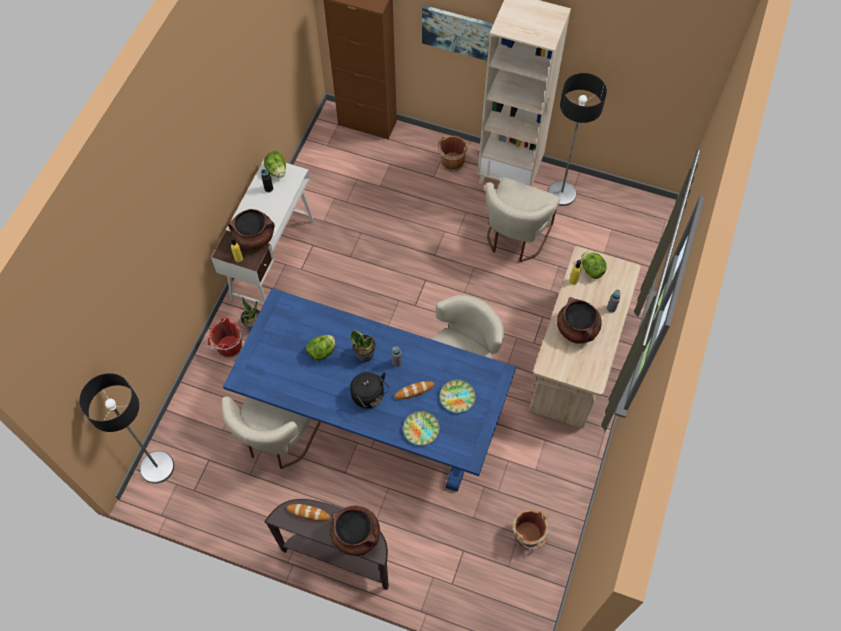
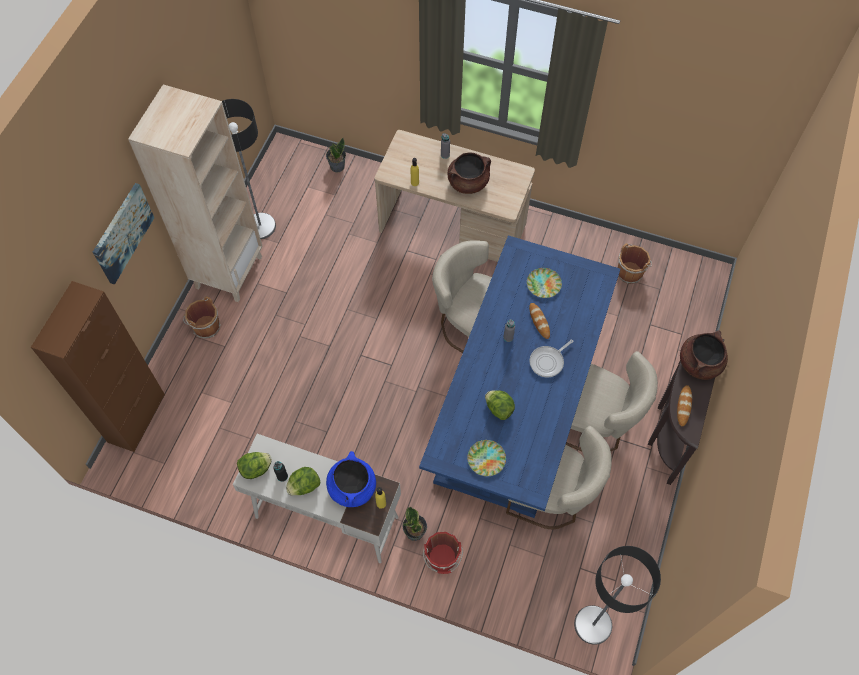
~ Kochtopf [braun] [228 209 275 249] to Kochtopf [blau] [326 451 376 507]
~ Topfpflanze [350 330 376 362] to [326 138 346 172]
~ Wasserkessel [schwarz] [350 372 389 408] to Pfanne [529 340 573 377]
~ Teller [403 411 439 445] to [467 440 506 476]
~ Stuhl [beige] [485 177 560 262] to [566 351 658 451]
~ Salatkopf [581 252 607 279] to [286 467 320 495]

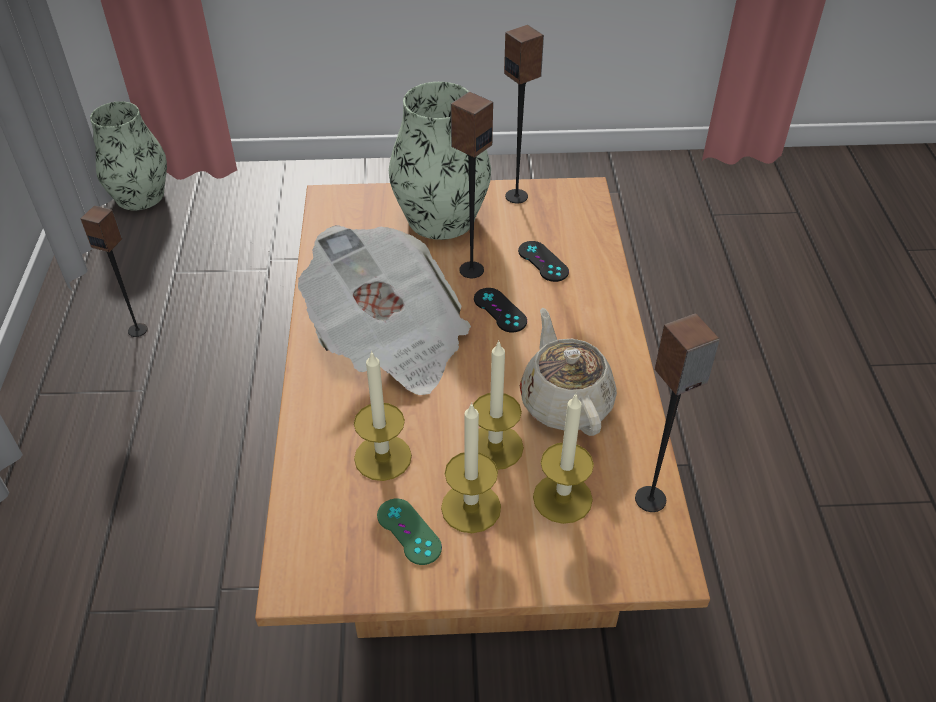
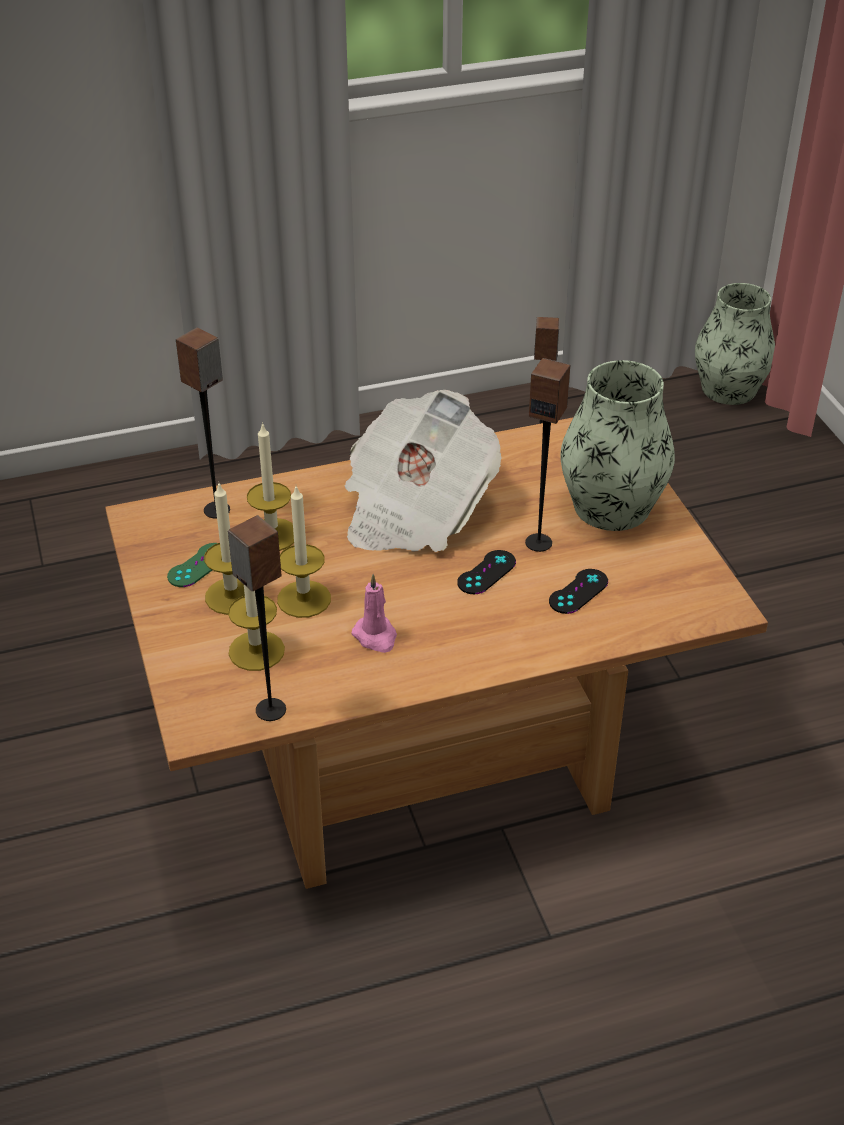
~ Lautsprecher [504 25 544 203] to [176 327 230 519]
~ Teekanne [beige] [520 308 617 436] to Kerze [rosa] [352 574 397 653]

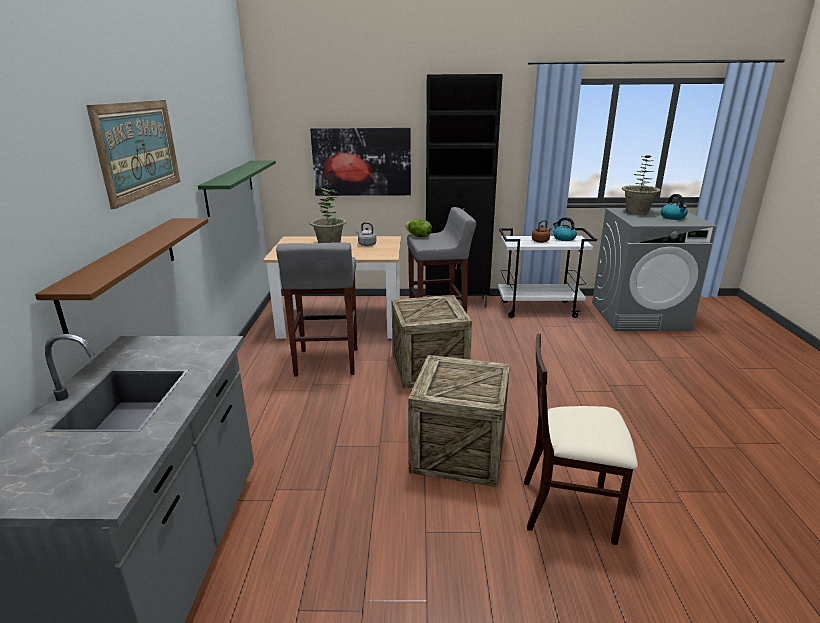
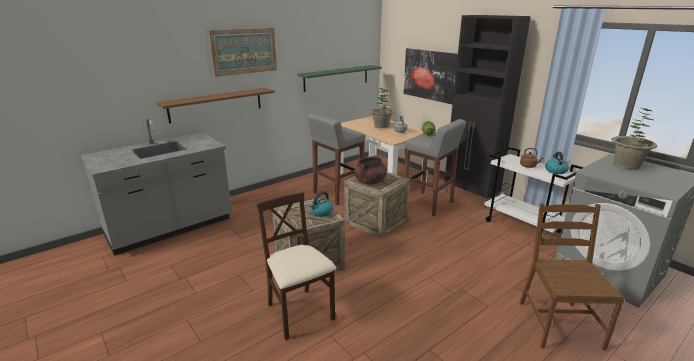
~ Wasserkessel [661 194 688 220] to [310 191 333 217]
+ Kochtopf [braun] [354 156 387 184]
+ Stuhl [braun] [519 203 625 351]

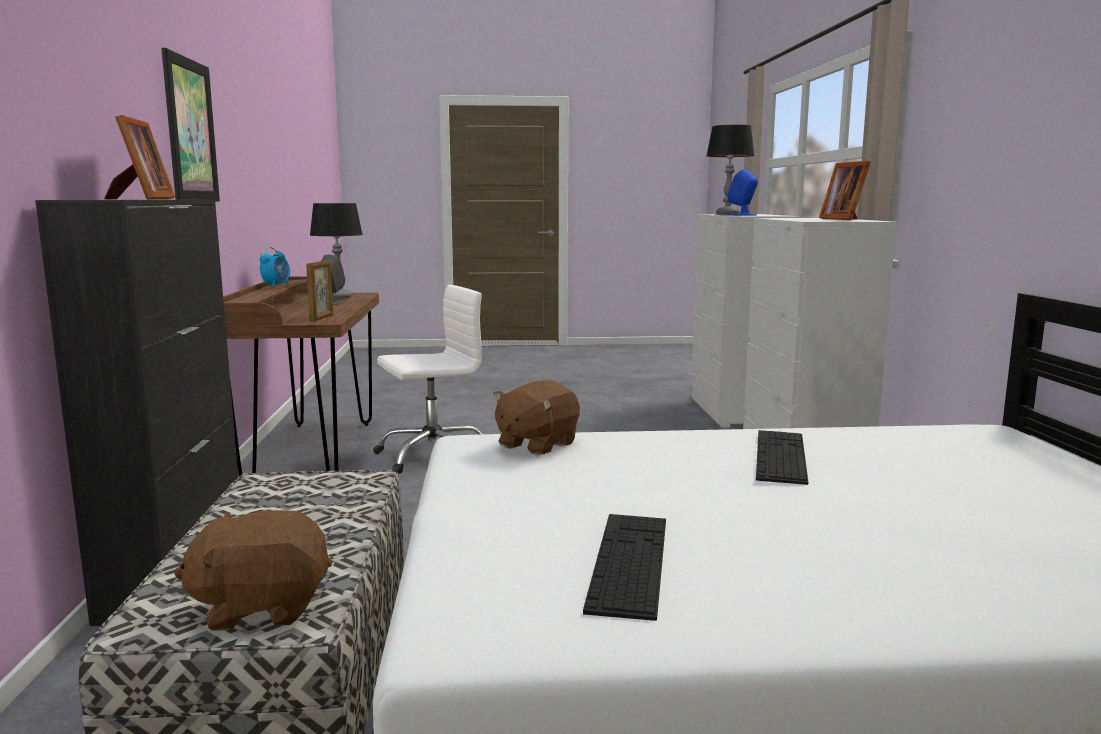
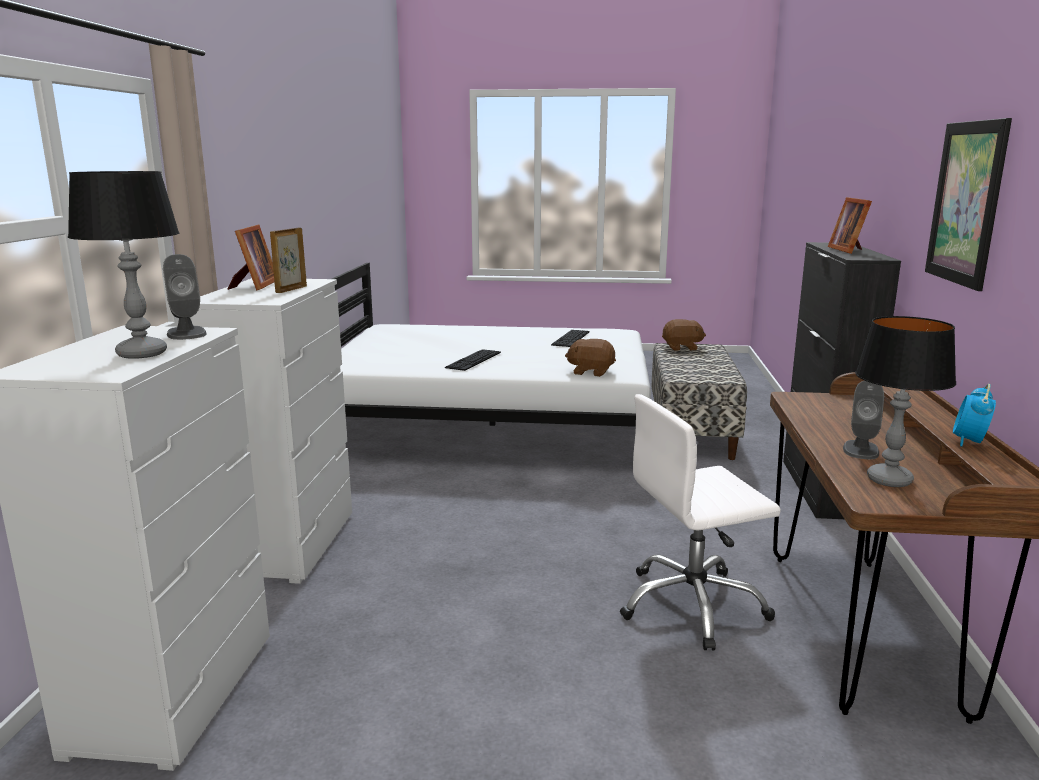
~ Bilderrahmen [306 261 333 321] to [270 228 307 293]
~ Plüschtier [braun] [493 380 580 455] = [565 339 616 377] 120 degrees counterclockwise
~ Lautsprecher [blau] [728 169 758 216] to Lautsprecher [grau] [163 254 207 340]

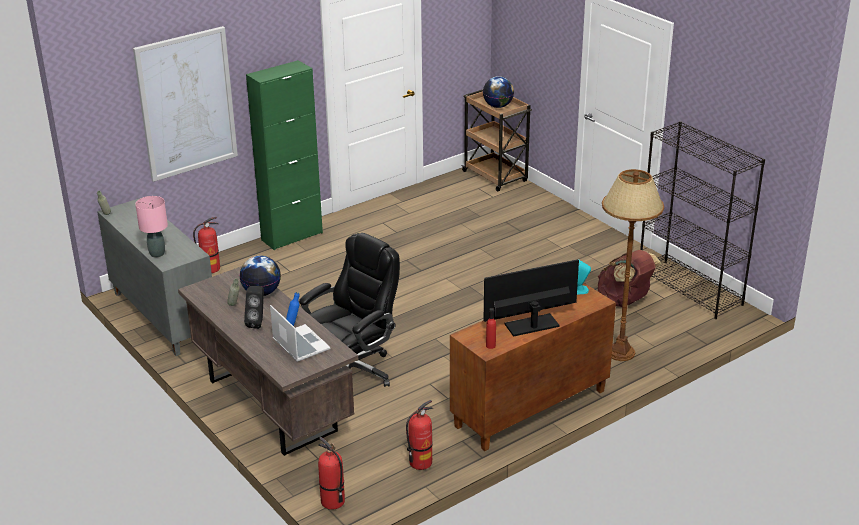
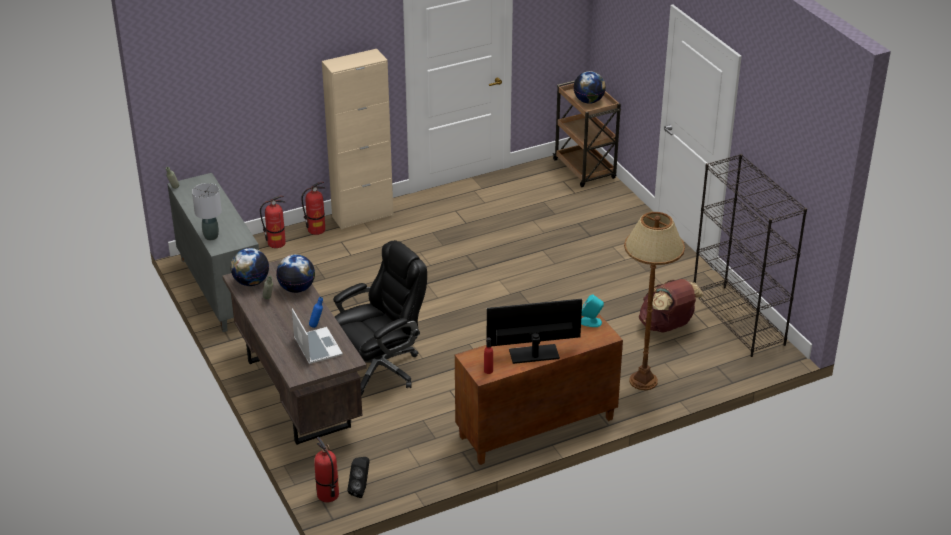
- Bild [133 26 238 182]
~ Tischlampe [rosa] [135 196 168 257] to Tischlampe [grau] [192 183 222 240]
~ Lautsprecher [schwarz] [244 286 264 329] to [348 457 370 498]
~ Schrank [grün] [246 60 323 250] to Schrank [beige] [322 49 394 230]
~ Feuerlöscher [406 400 433 470] to [301 181 325 235]
+ Globus [230 248 269 286]

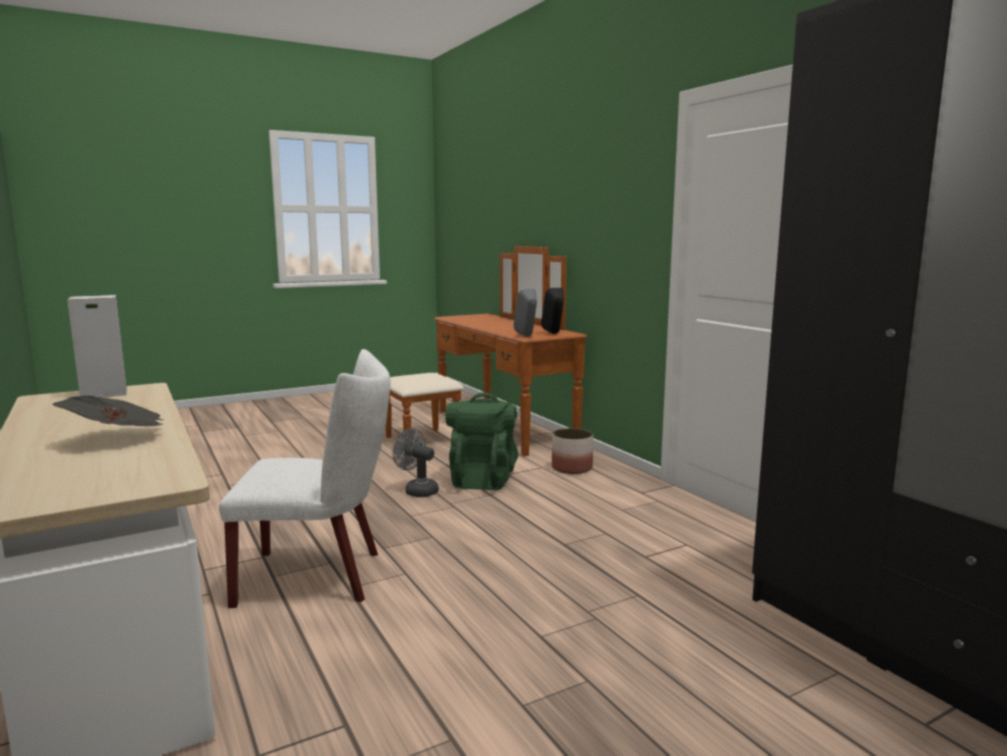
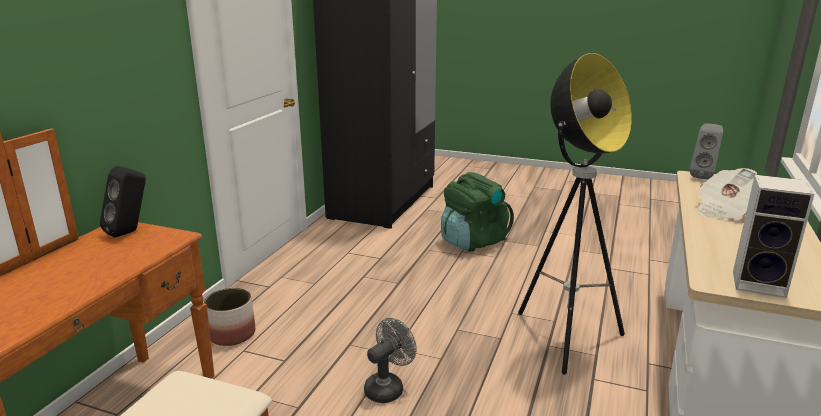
~ Stuhl [weiß] [219 349 391 608] to Stehlampe [518 53 632 375]
~ Ventilator [grau] [392 428 439 497] = [364 318 417 403] 135 degrees counterclockwise
~ Rucksack [grün] [445 392 518 490] to [441 172 514 252]
~ Lautsprecher [grau] [513 289 537 337] to [690 124 723 179]

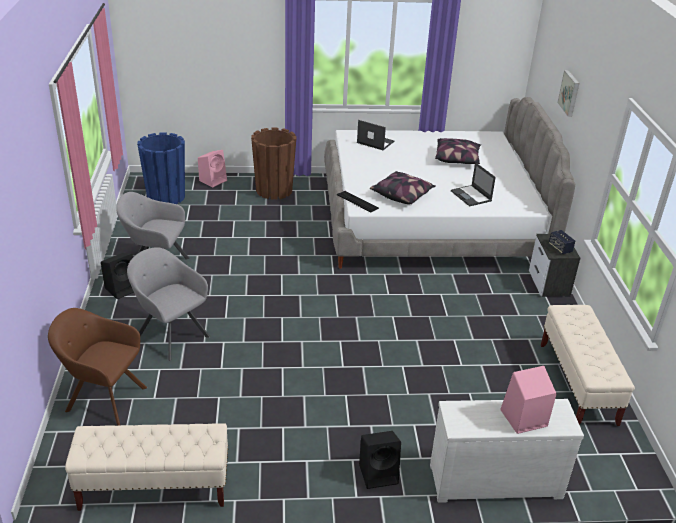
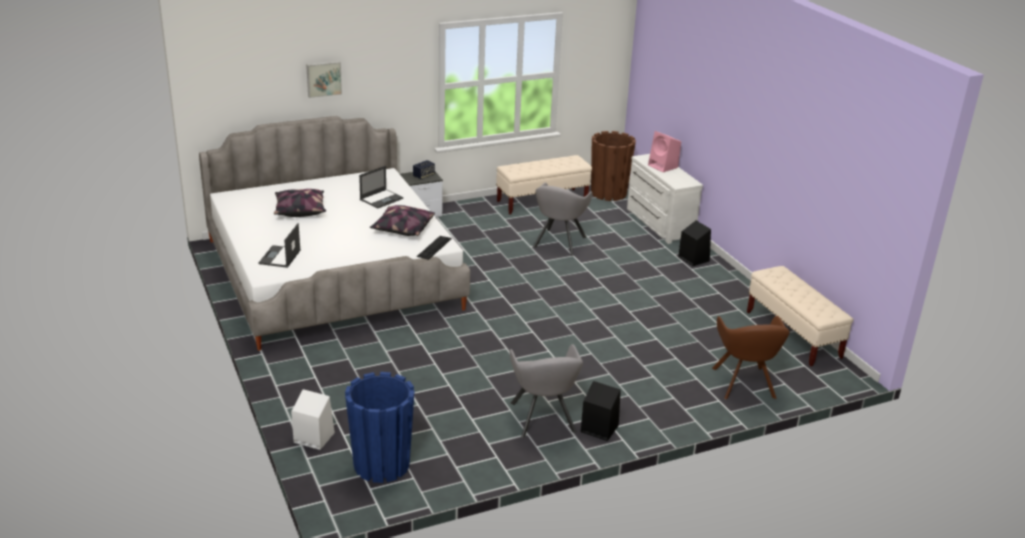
~ Sessel [grau] [127 247 210 361] to [533 183 593 256]
~ Lautsprecher [rosa] [198 150 227 187] to Lautsprecher [weiß] [291 389 335 450]
~ Pflanzkübel [braun] [251 127 296 200] to [591 131 636 201]

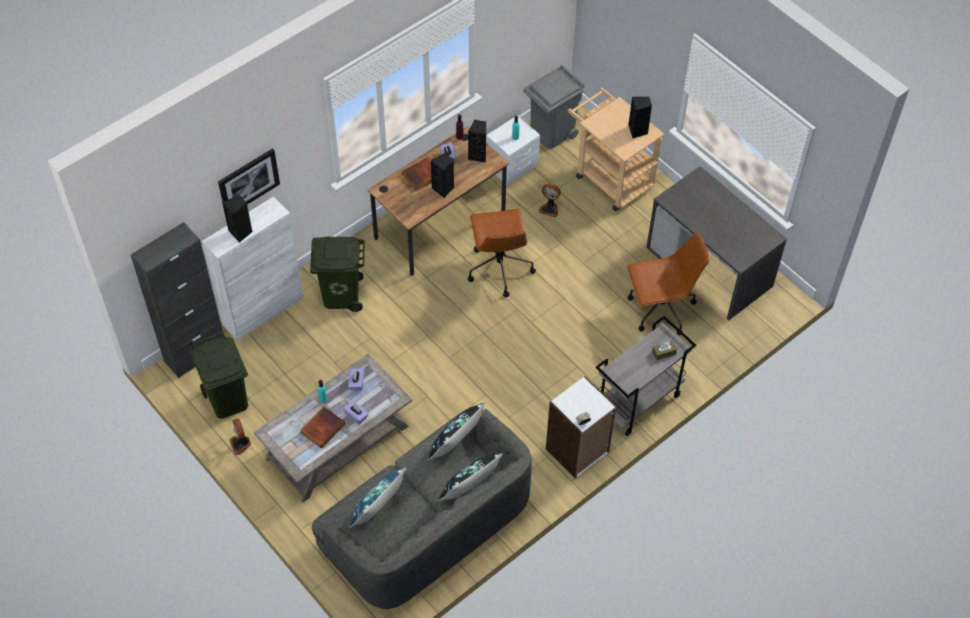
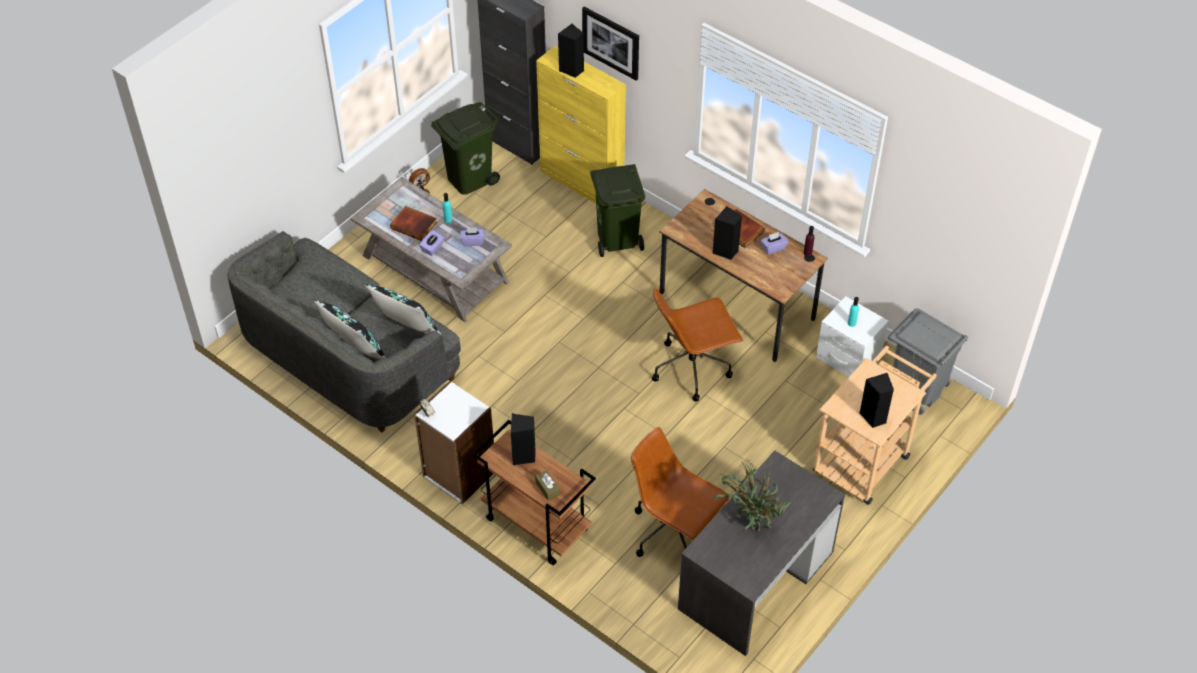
~ Schrank [weiß] [202 196 303 341] to Schrank [gelb] [536 46 626 203]
- Kissen [blau] [349 467 406 528]
~ Lautsprecher [schwarz] [468 120 486 162] to [511 413 536 465]
- Ventilator [538 183 561 217]
~ Rollwagen [grau] [596 316 696 436] to Rollwagen [braun] [472 420 596 565]
~ Bürostuhl [braun] [626 232 709 335] = [631 427 730 557] 150 degrees clockwise
+ Topfpflanze [714 459 791 532]

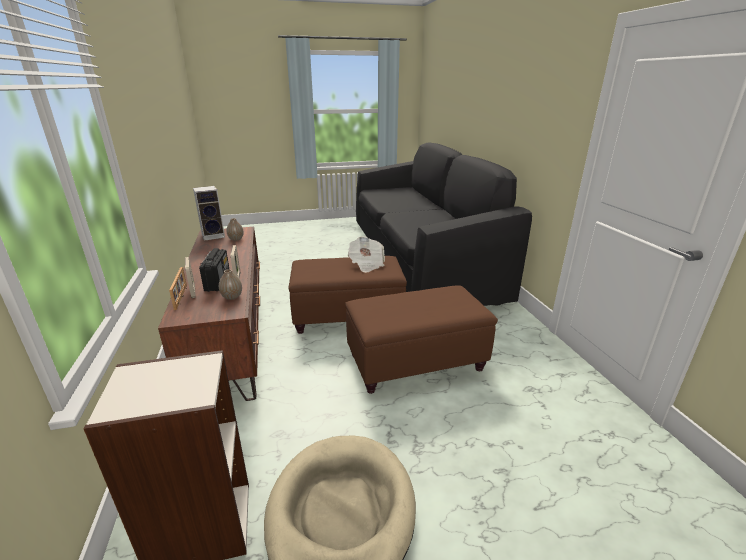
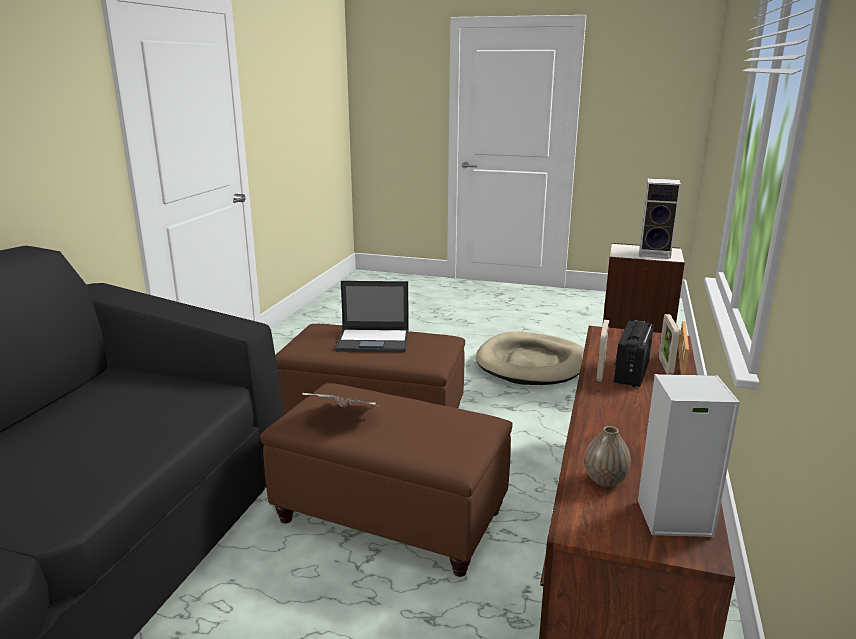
- Vase [219 269 242 300]
+ Laptop [335 281 409 352]
+ Lautsprecher [639 178 681 259]

